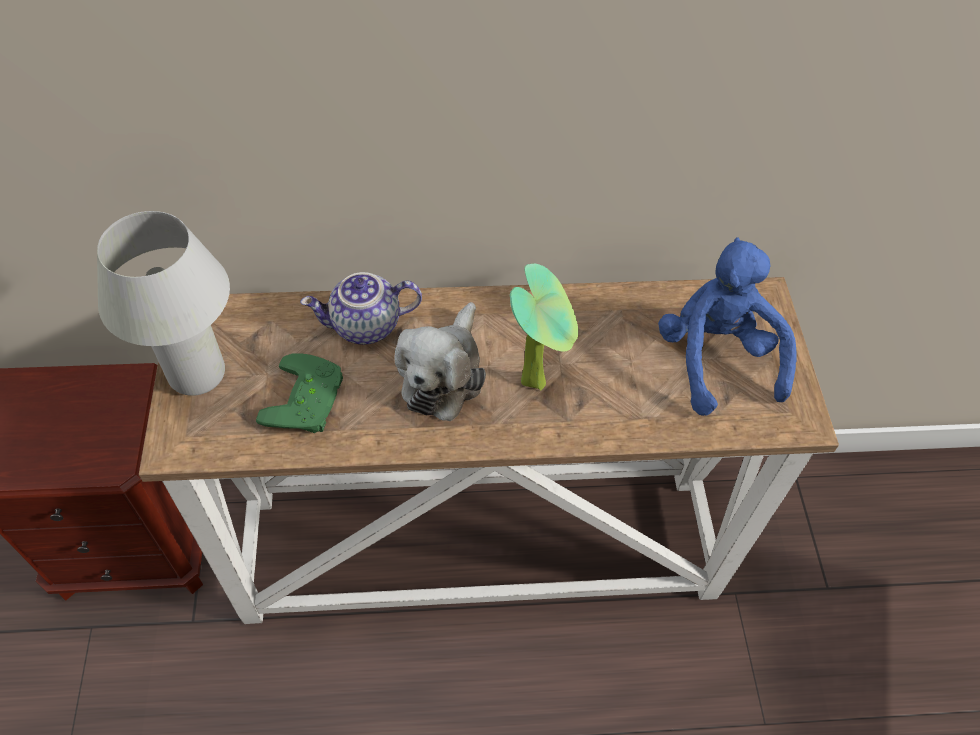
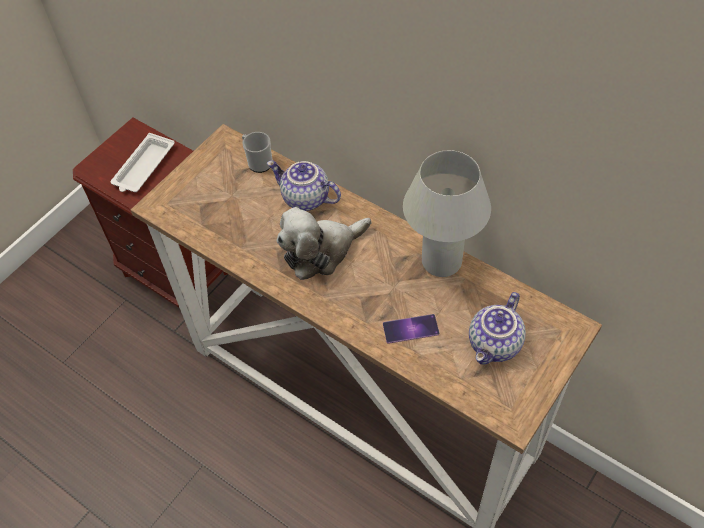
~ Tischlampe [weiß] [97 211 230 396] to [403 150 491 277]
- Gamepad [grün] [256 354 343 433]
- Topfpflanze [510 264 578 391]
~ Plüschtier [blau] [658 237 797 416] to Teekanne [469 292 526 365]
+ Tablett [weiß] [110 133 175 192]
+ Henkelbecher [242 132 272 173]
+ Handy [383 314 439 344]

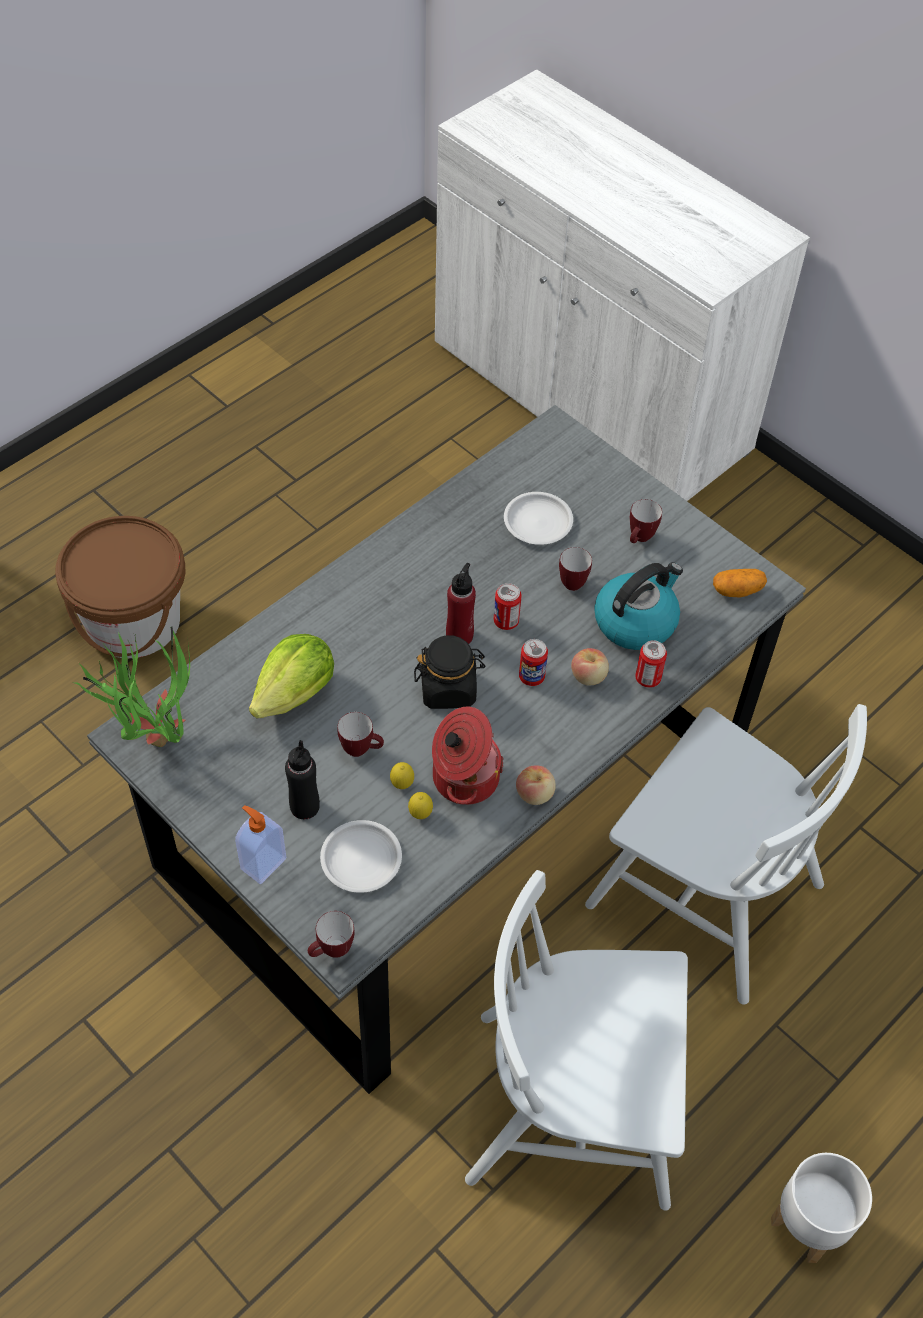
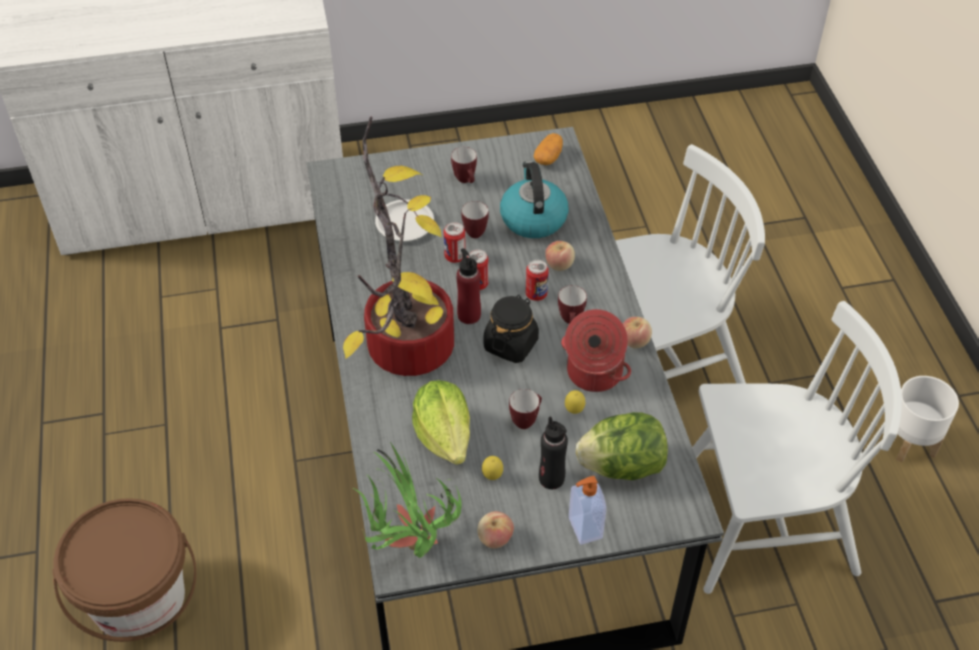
~ Henkelbecher [308 911 355 958] to [558 285 587 324]
~ Teller [weiß] [320 820 402 893] to Salatkopf [576 412 668 480]
~ Zitrone [408 792 433 819] to [482 456 503 480]
~ Stuhl [weiß] [465 870 688 1211] = [692 301 902 594] 135 degrees counterclockwise
~ Dose [635 640 667 688] to [444 222 466 263]
+ Topfpflanze [343 117 454 376]
+ Apfel [478 511 514 549]

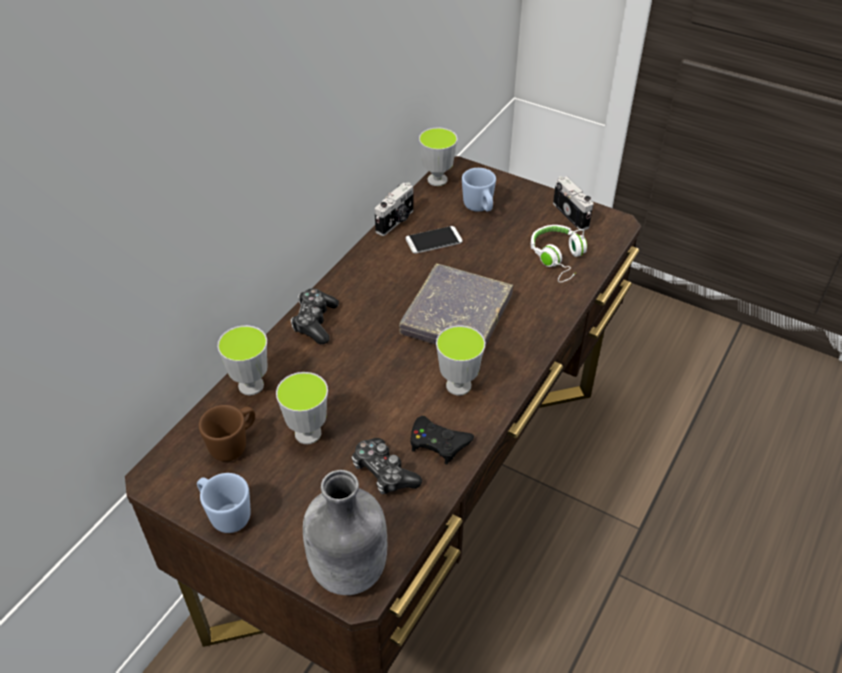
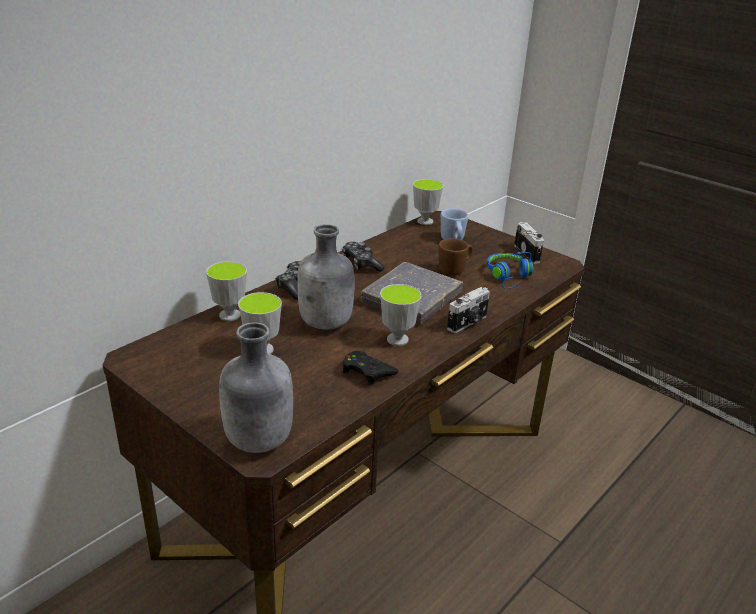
- Henkelbecher [blau] [197 473 251 533]
~ Henkelbecher [braun] [199 405 255 462] to [438 238 473 276]
~ Gamepad [352 438 422 495] to [342 242 385 272]
~ Kamera [375 182 413 236] to [447 287 490 333]
- Handy [405 226 463 254]
~ Kopfhörer [weiß] [531 225 587 283] to Kopfhörer [blau] [487 252 533 289]
+ Flasche [grau] [297 224 354 330]

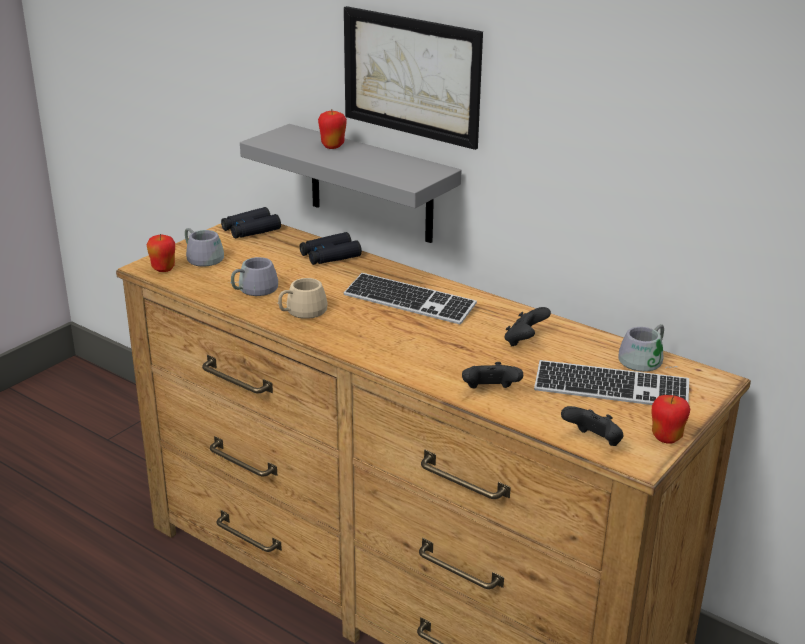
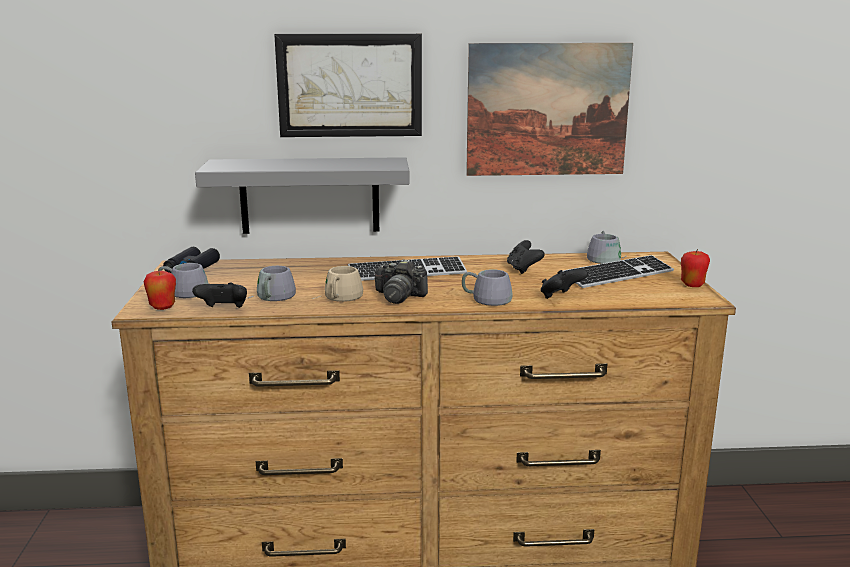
- Fernglas [schwarz] [300 232 362 265]
- Apfel [318 109 347 149]
~ Gamepad [schwarz] [561 406 623 446] to [192 283 247 308]
+ Kamera [374 259 428 304]
+ Henkelbecher [grau] [462 269 513 306]
+ Bild [466 43 633 176]

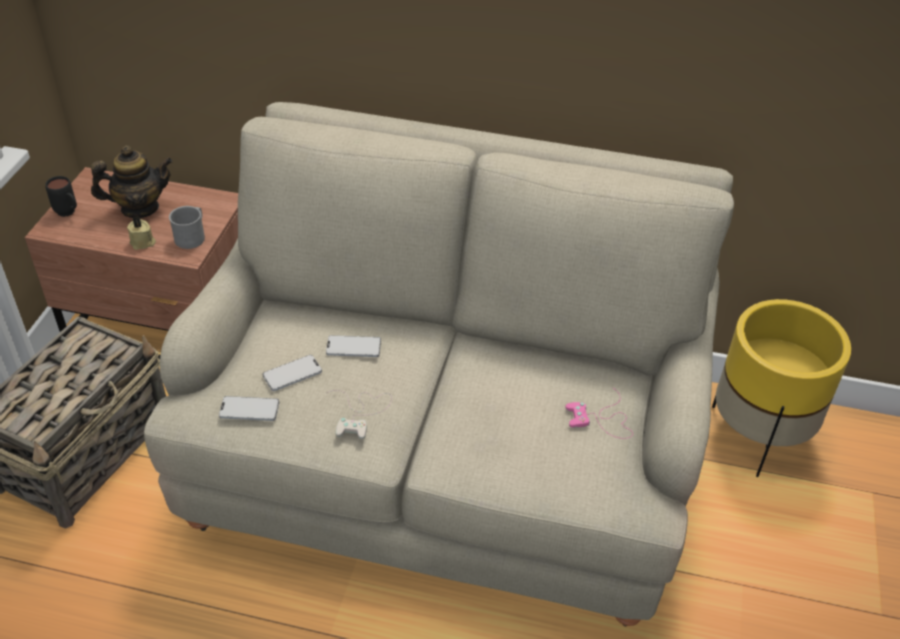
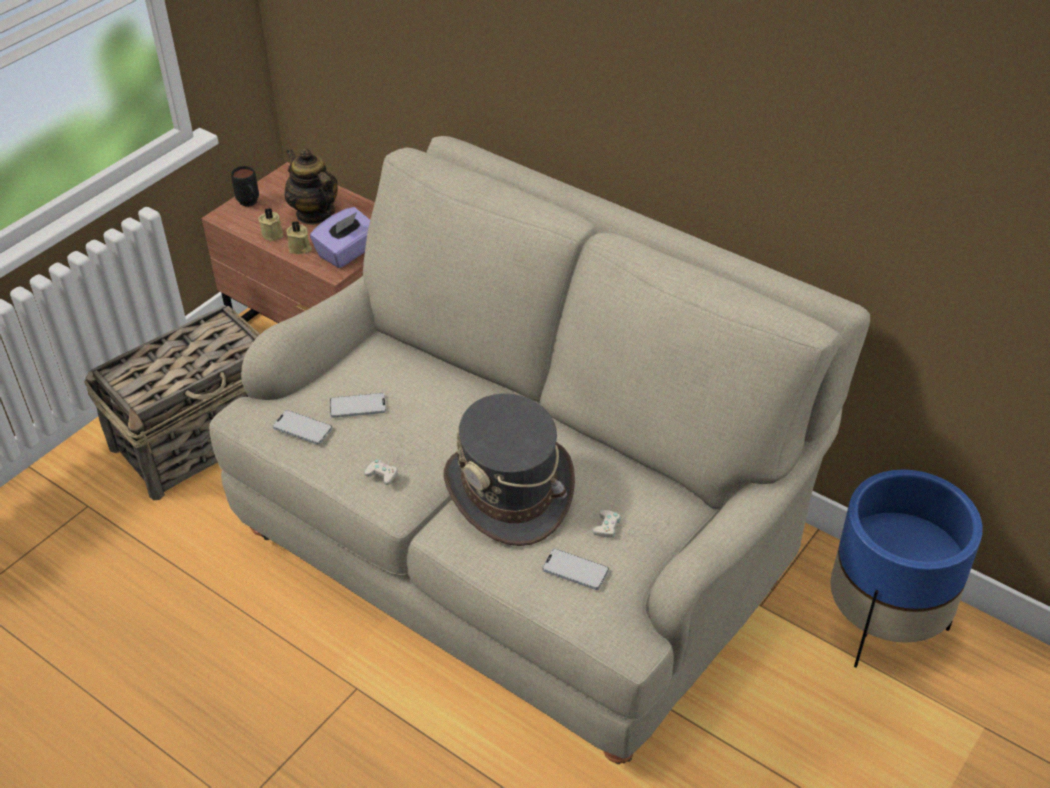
~ Teekanne [91 145 173 218] = [284 149 338 225] 135 degrees counterclockwise
~ Henkelbecher [grau] [169 206 205 249] to Taschentuchbox [lila] [310 207 370 268]
~ Handy [326 335 381 357] to [542 548 609 590]
~ Gamepad [rosa] [566 388 633 439] to Gamepad [weiß] [592 509 663 561]
~ Pflanzkübel [gelb] [712 299 851 477] to Pflanzkübel [blau] [830 470 983 668]
+ Kerze [beige] [258 208 283 241]
+ Hut [grau] [444 393 575 546]

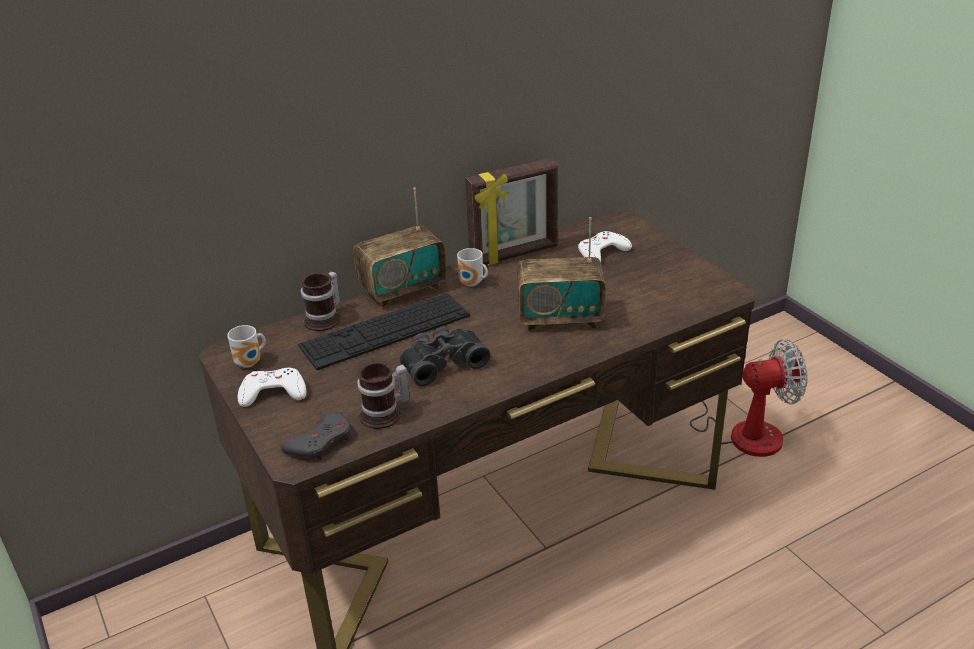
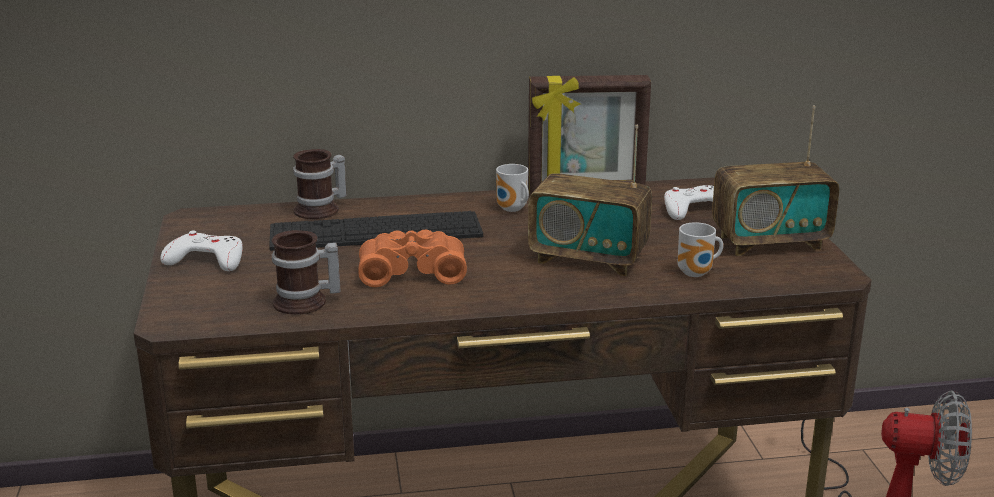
~ Henkelbecher [227 325 266 368] to [678 222 723 277]
- Gamepad [grau] [281 410 350 460]
~ Radio [353 188 446 308] to [712 105 839 256]
~ Fernglas [schwarz] [400 327 490 386] to Fernglas [orange] [358 230 467 287]

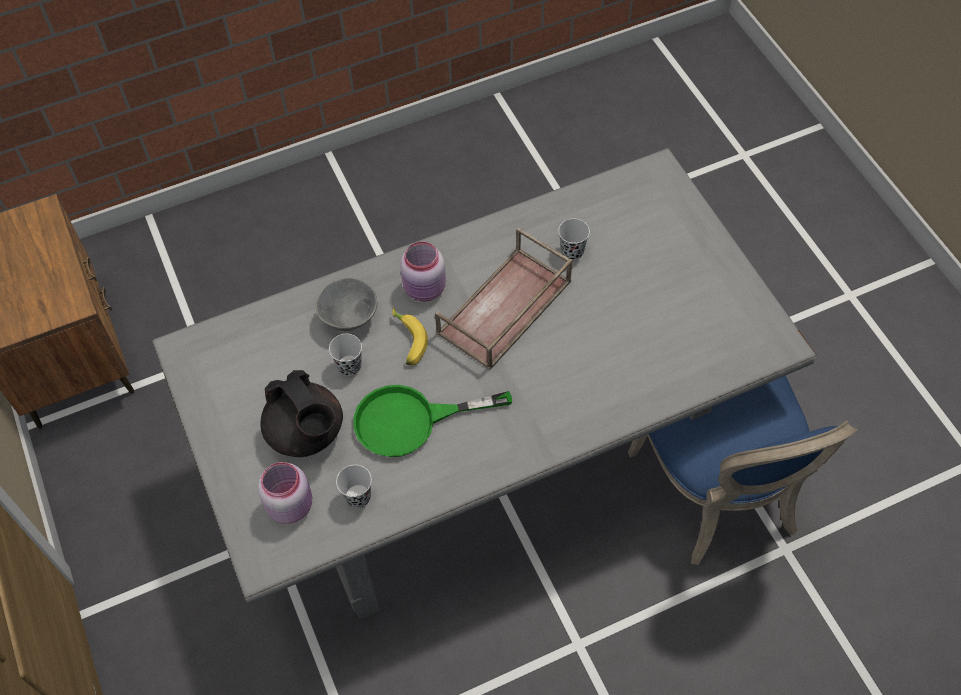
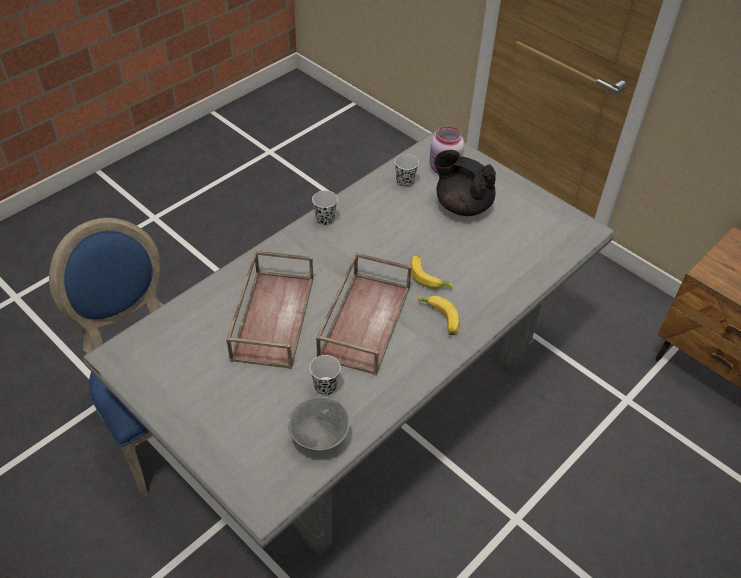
~ Schüssel [grau] [316 278 377 331] to [288 397 350 452]
~ Tasse [schwarz] [329 334 362 376] to [312 190 338 226]
- Pfanne [grün] [353 385 512 457]
~ Vorratsglas [rosa] [400 241 446 301] to Banane [417 295 460 335]
+ Tablett [braun] [226 250 314 369]

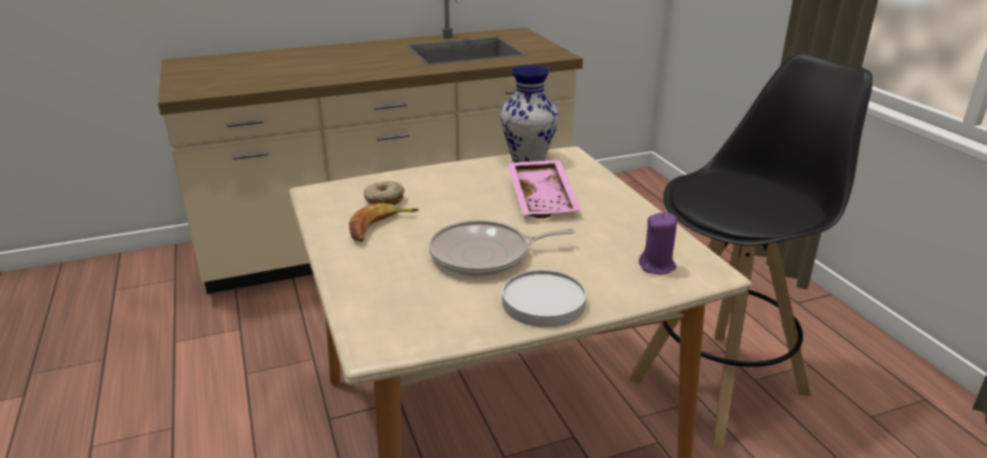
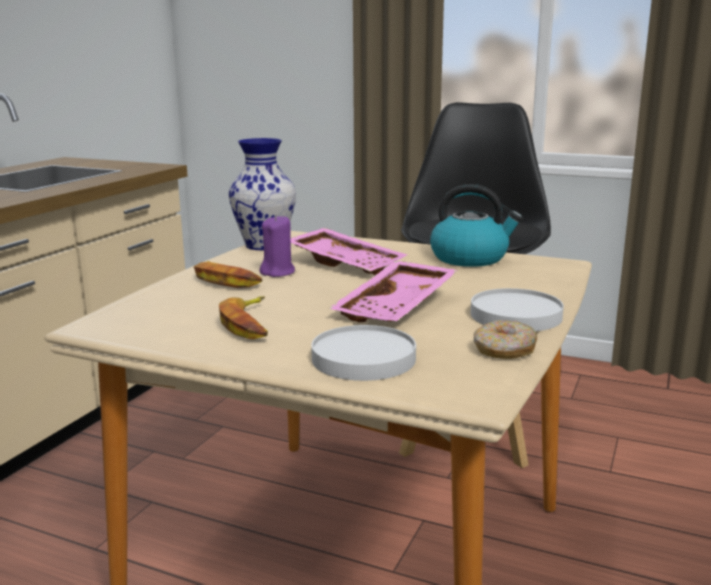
~ Donut [364 181 405 205] to [474 320 537 359]
~ Pfanne [429 220 575 276] to Tablett [rosa] [328 261 458 322]
~ Kerze [lila] [639 212 677 274] to [260 215 295 277]
+ Banane [194 261 262 288]
+ Teller [weiß] [311 325 416 381]
+ Wasserkessel [430 184 523 267]

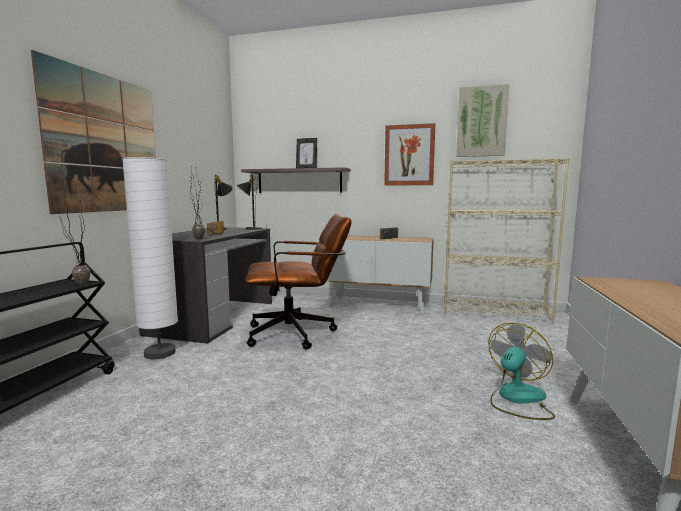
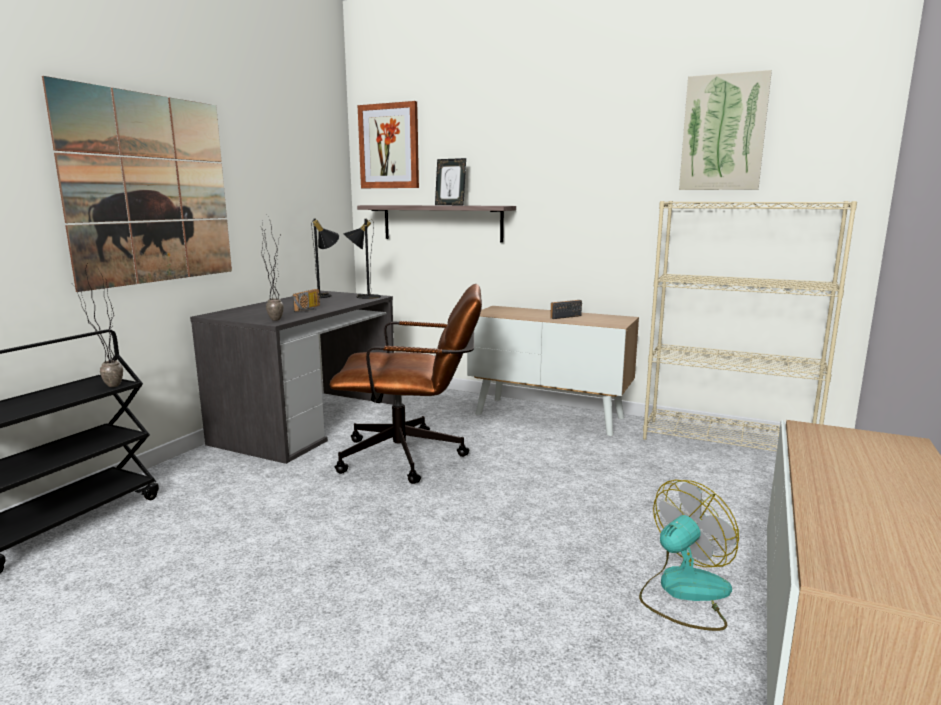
- Stehlampe [weiß] [122 157 178 359]
~ Bild [384 123 435 186] to [358 101 419 188]

